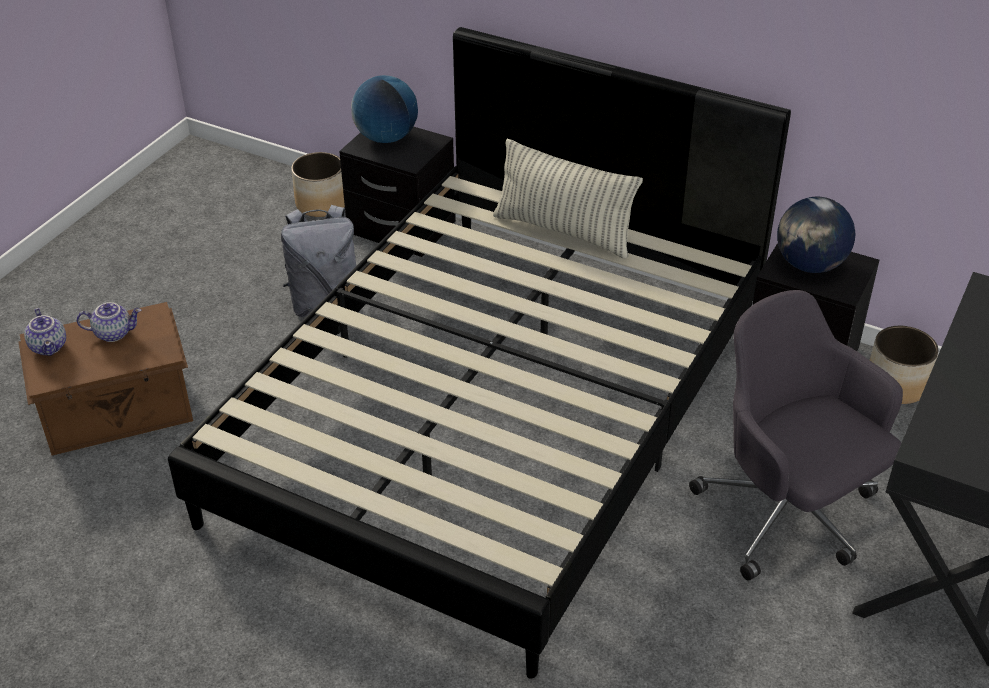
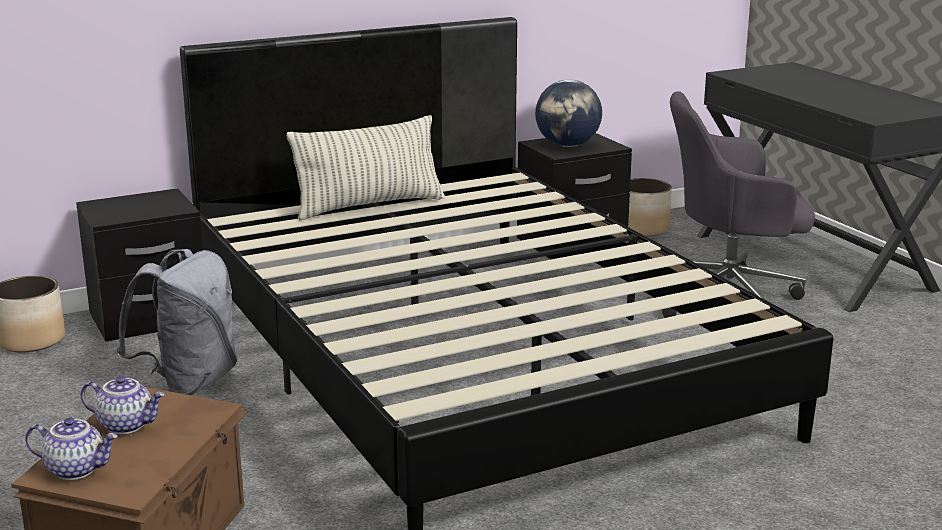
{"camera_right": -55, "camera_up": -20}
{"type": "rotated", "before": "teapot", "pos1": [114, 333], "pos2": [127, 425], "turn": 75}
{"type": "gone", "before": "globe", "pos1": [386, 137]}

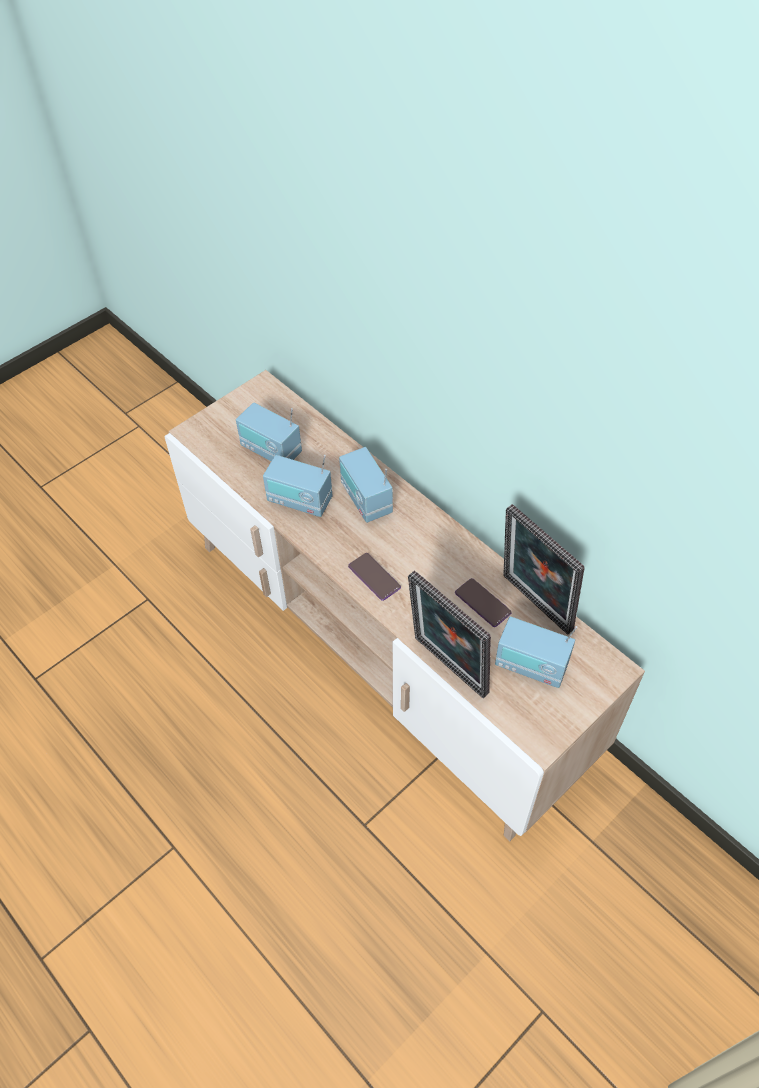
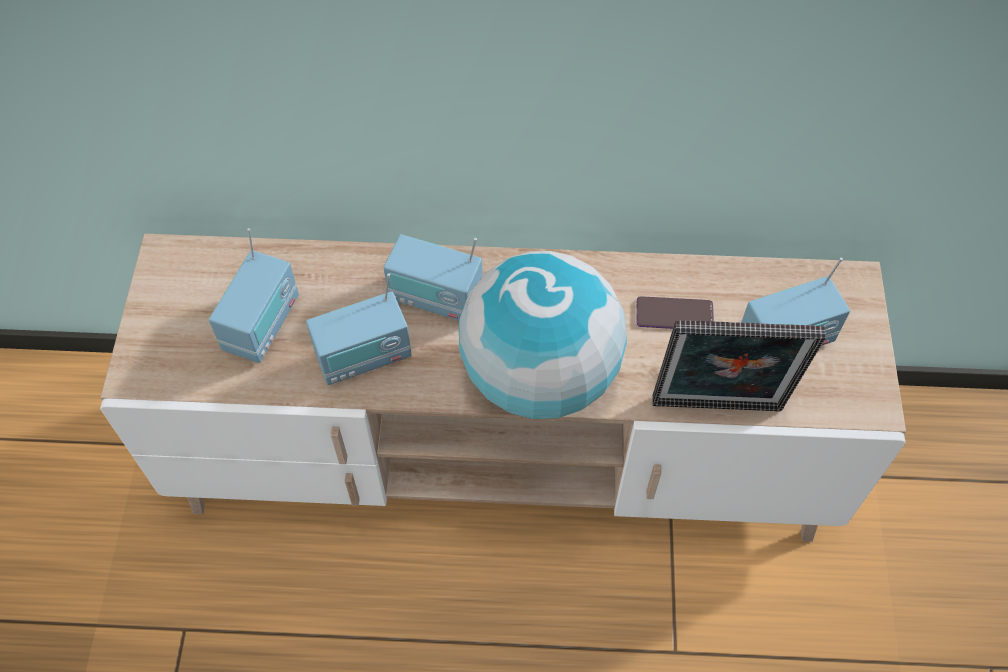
{"camera_right": -45, "camera_up": 5}
{"type": "rotated", "before": "radio", "pos1": [271, 451], "pos2": [263, 325], "turn": -60}
{"type": "swapped", "before": "phone", "after": "globe", "pos1": [374, 577], "pos2": [540, 376]}
{"type": "gone", "before": "standing frame", "pos1": [533, 605]}

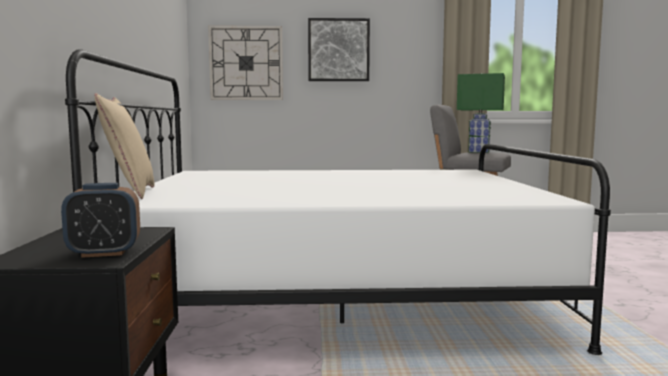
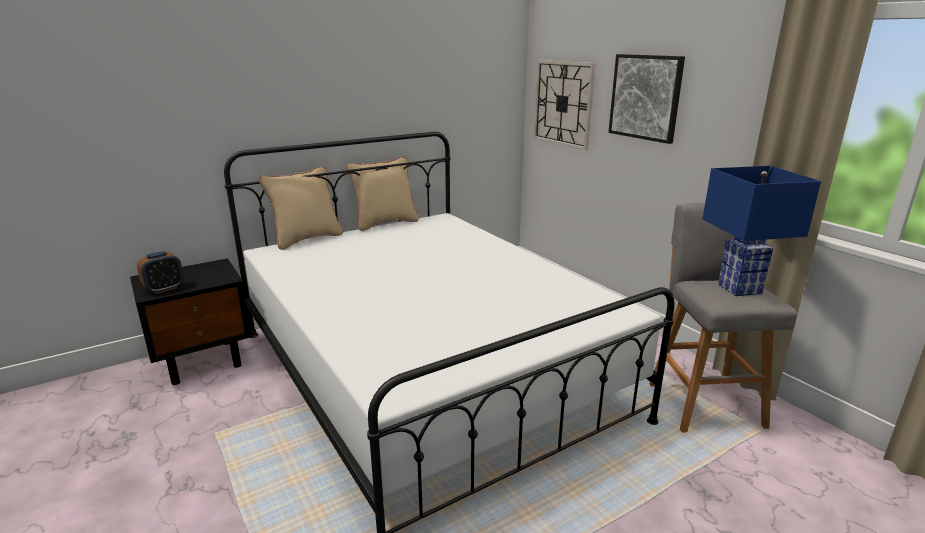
{"camera_right": 60, "camera_up": 15}
{"type": "rotated", "before": "alarm clock", "pos1": [104, 253], "pos2": [164, 289], "turn": -90}
{"type": "repainted", "before": "green lamp for a table", "after": "bluish lamp for a table", "pos1": [479, 152], "pos2": [739, 289]}
{"type": "new", "after": "beige throw pillow", "pos2": [385, 223]}

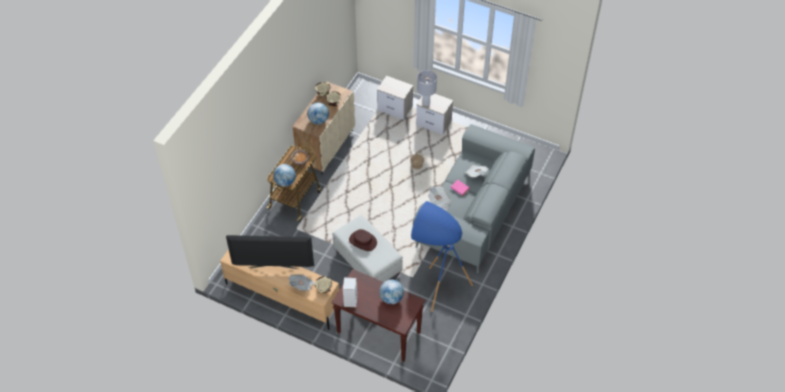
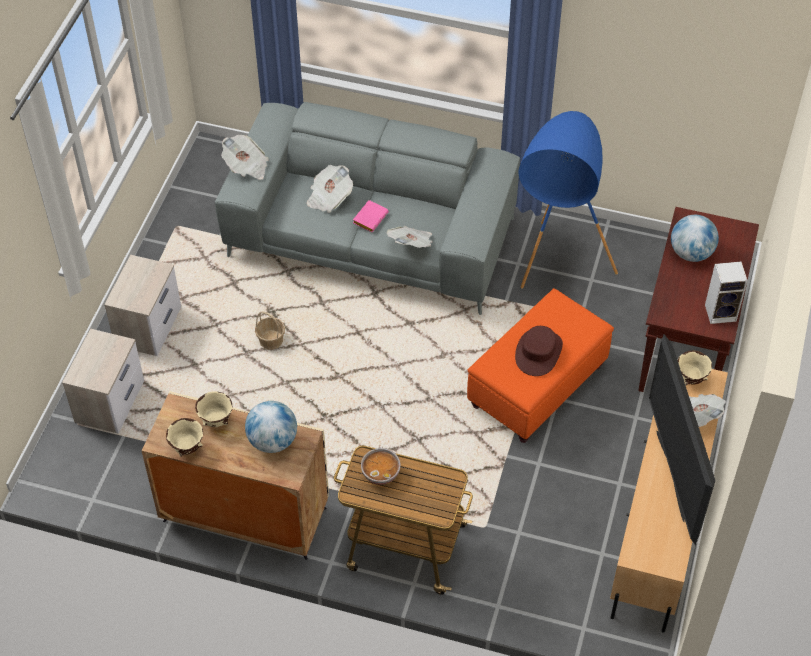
{"camera_right": -100, "camera_up": 0}
{"type": "gone", "before": "globe", "pos1": [285, 182]}
{"type": "repainted", "before": "white-coloured footrest", "after": "orange footrest", "pos1": [368, 263], "pos2": [537, 385]}
{"type": "gone", "before": "greyish lamp for a table", "pos1": [426, 103]}
{"type": "new", "after": "daily paper", "pos2": [246, 166]}

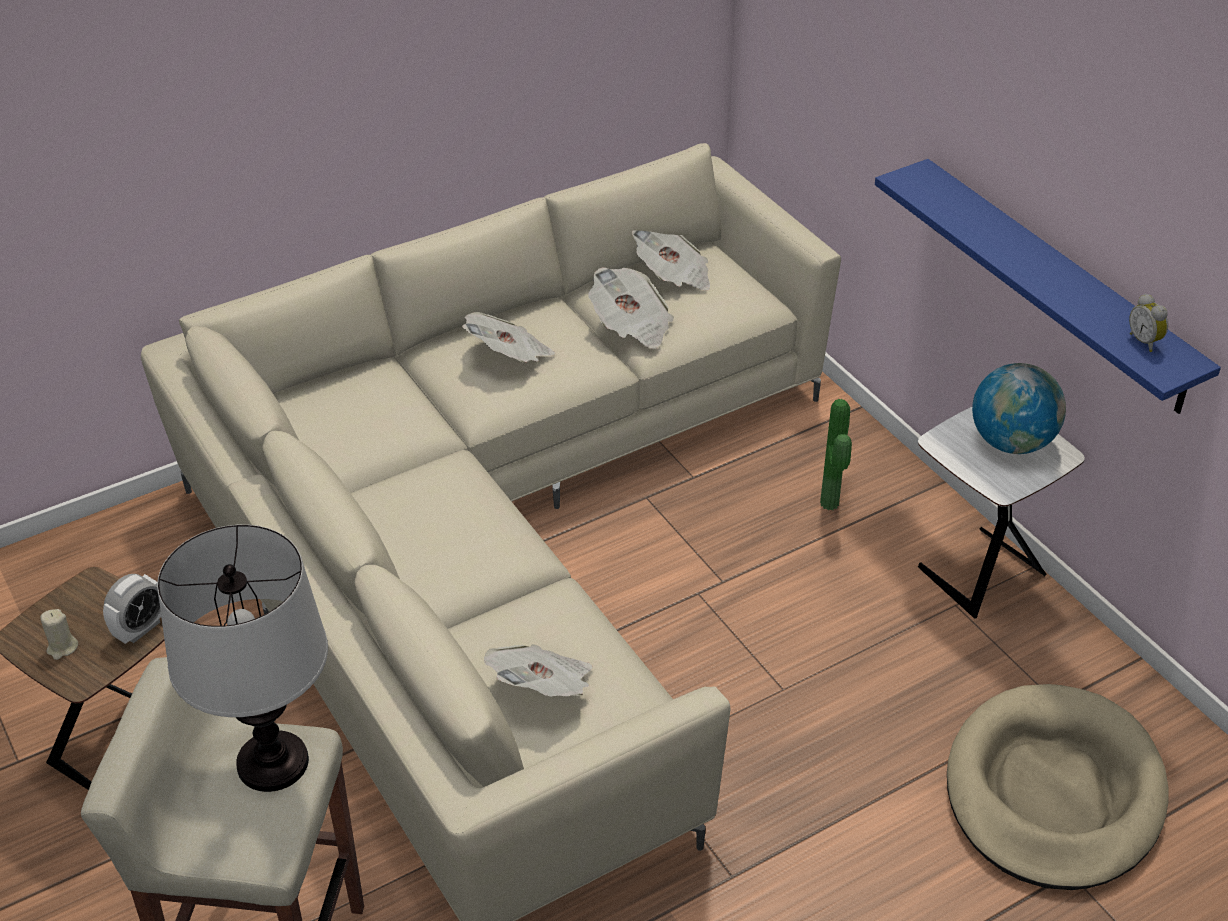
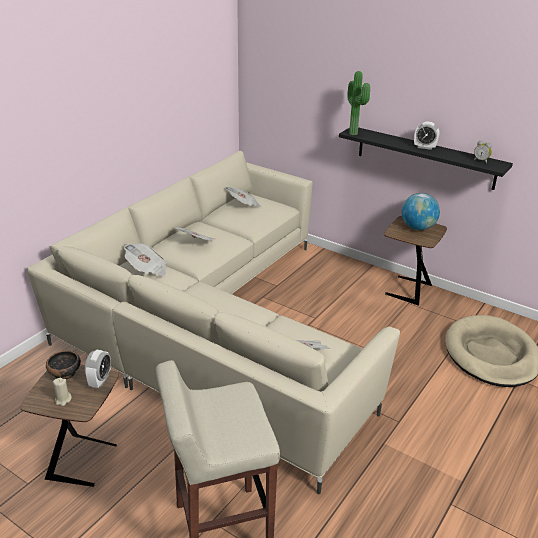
{"camera_right": -25, "camera_up": -10}
{"type": "gone", "before": "lamp for a table", "pos1": [273, 762]}
{"type": "shifted", "before": "daily paper", "pos1": [631, 326], "pos2": [147, 270]}
{"type": "shifted", "before": "plant in a pot", "pos1": [833, 503], "pos2": [354, 133]}
{"type": "repainted", "before": "bluish wall shelf", "after": "black wall shelf", "pos1": [1056, 285], "pos2": [425, 157]}
{"type": "repainted", "before": "white-coloured end table", "after": "brown-coloured end table", "pos1": [976, 571], "pos2": [406, 290]}
{"type": "new", "after": "deep dish", "pos2": [65, 373]}
{"type": "new", "after": "alarm clock", "pos2": [424, 147]}

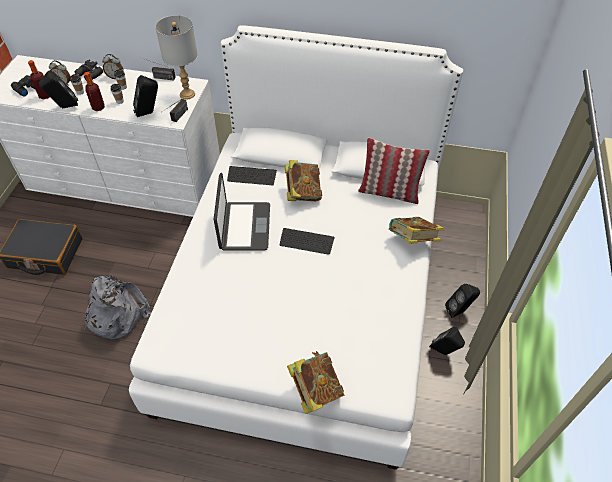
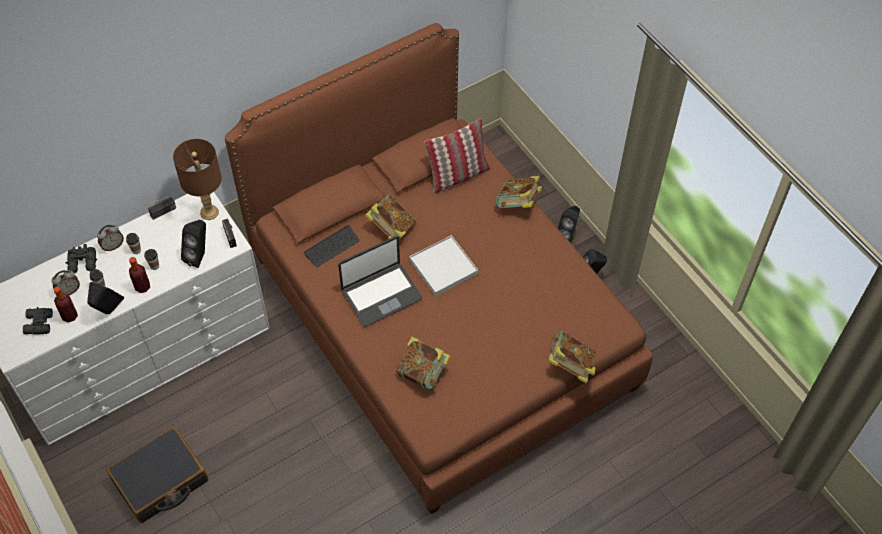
{"camera_right": -45, "camera_up": 5}
{"type": "gone", "before": "greyish rucksack", "pos1": [116, 313]}
{"type": "repainted", "before": "white-coloured bed", "after": "brown-coloured bed", "pos1": [305, 295], "pos2": [439, 320]}
{"type": "repainted", "before": "greyish lamp for a table", "after": "brown-coloured lamp for a table", "pos1": [187, 94], "pos2": [209, 212]}
{"type": "rotated", "before": "notebook computer", "pos1": [244, 227], "pos2": [381, 294], "turn": 105}
{"type": "swapped", "before": "PC keyboard", "after": "white-coloured carrying tray", "pos1": [306, 242], "pos2": [443, 267]}
{"type": "new", "after": "bound book", "pos2": [423, 372]}

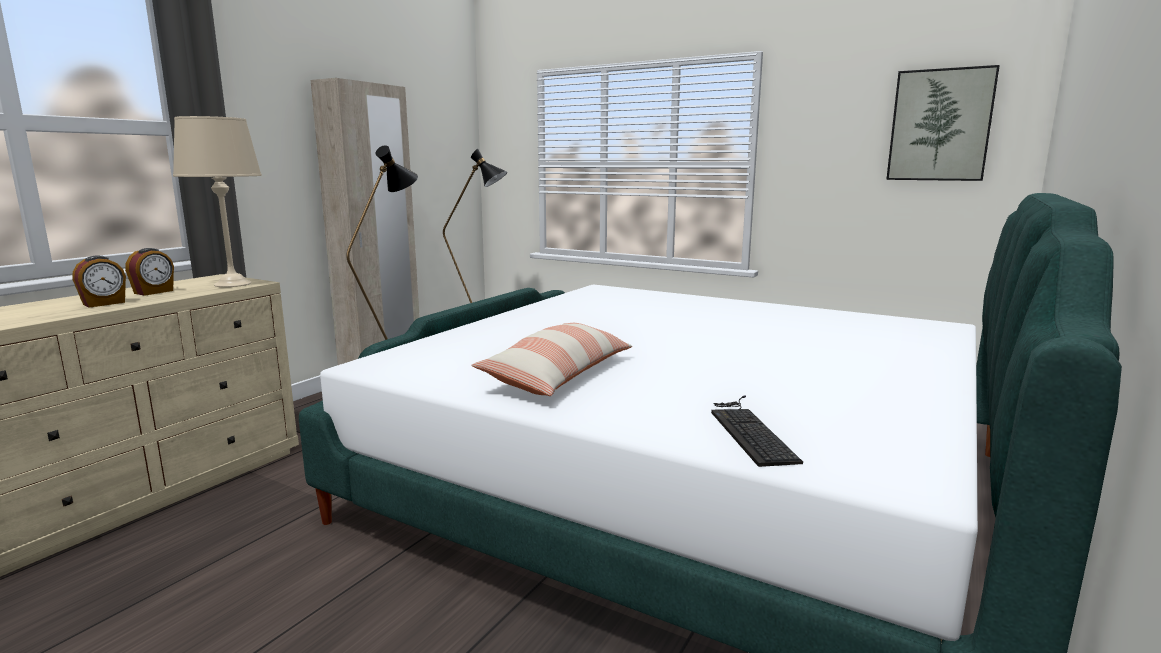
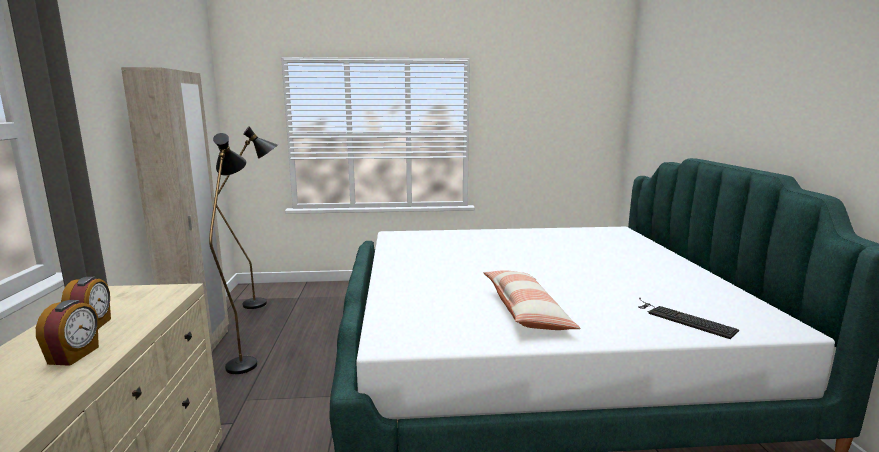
{"camera_right": -35, "camera_up": 0}
{"type": "gone", "before": "beige lamp for a table", "pos1": [232, 284]}
{"type": "gone", "before": "picture", "pos1": [940, 125]}

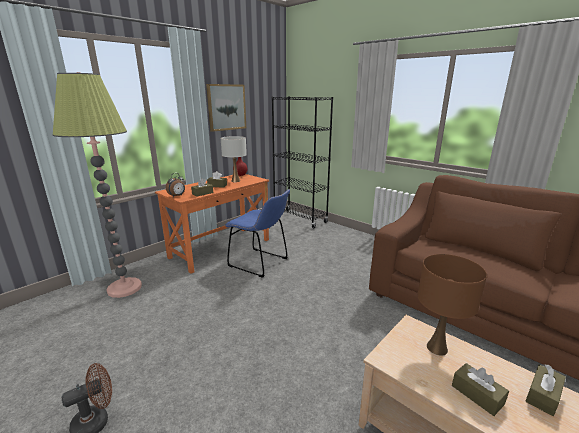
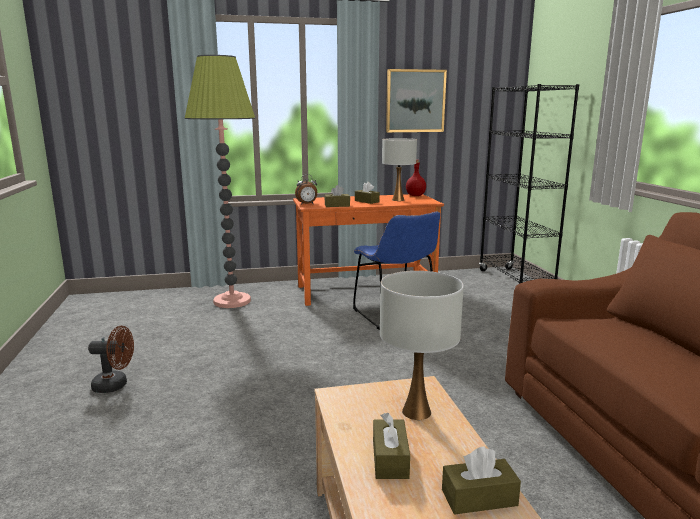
{"camera_right": 35, "camera_up": -5}
{"type": "repainted", "before": "brown-coloured lamp for a table", "after": "white-coloured lamp for a table", "pos1": [436, 348], "pos2": [416, 411]}

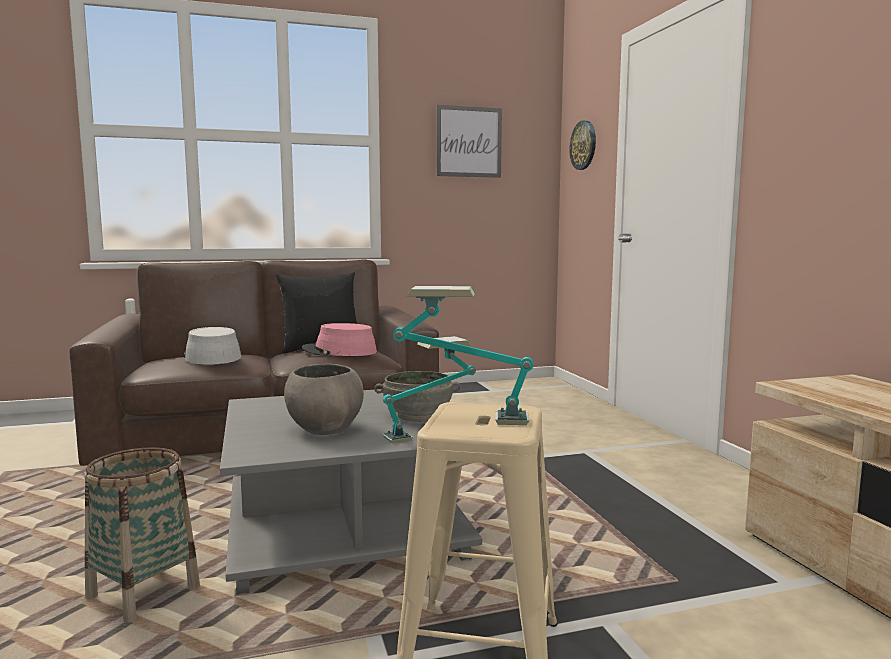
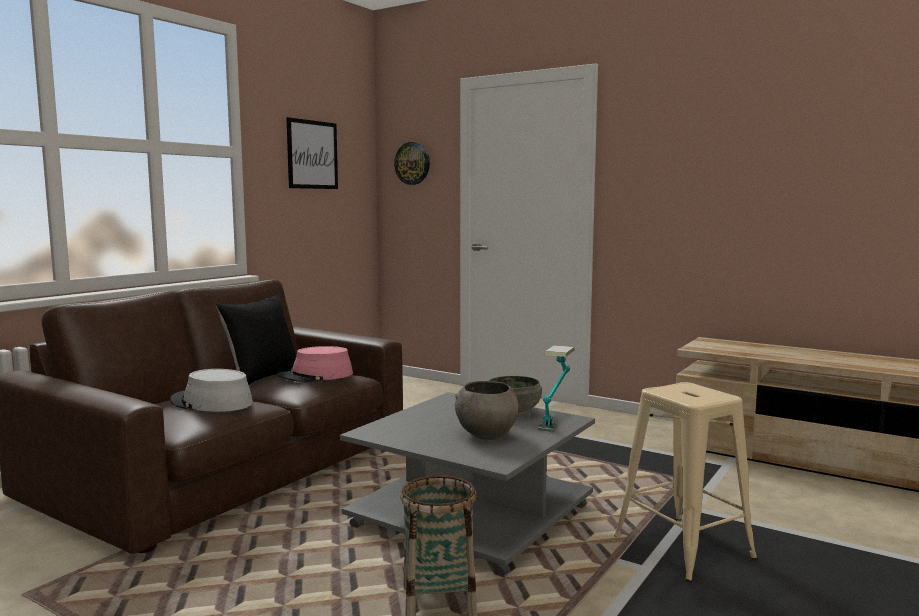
{"camera_right": -40, "camera_up": 0}
{"type": "gone", "before": "lamp for a table", "pos1": [462, 419]}

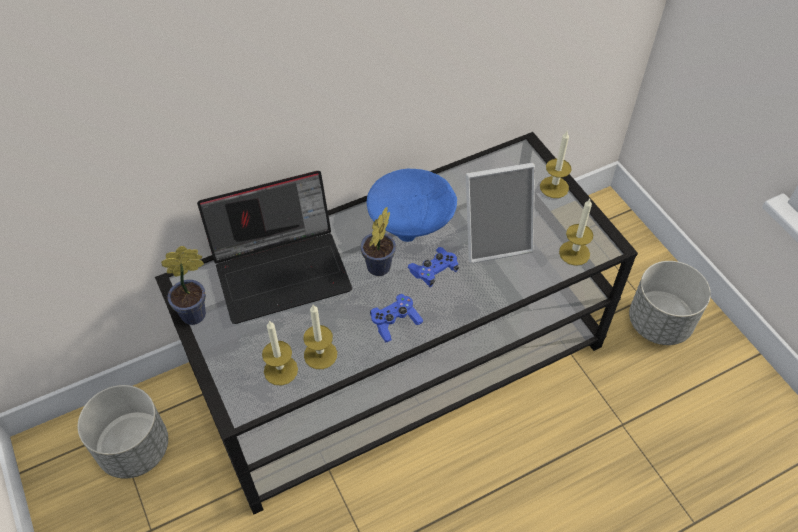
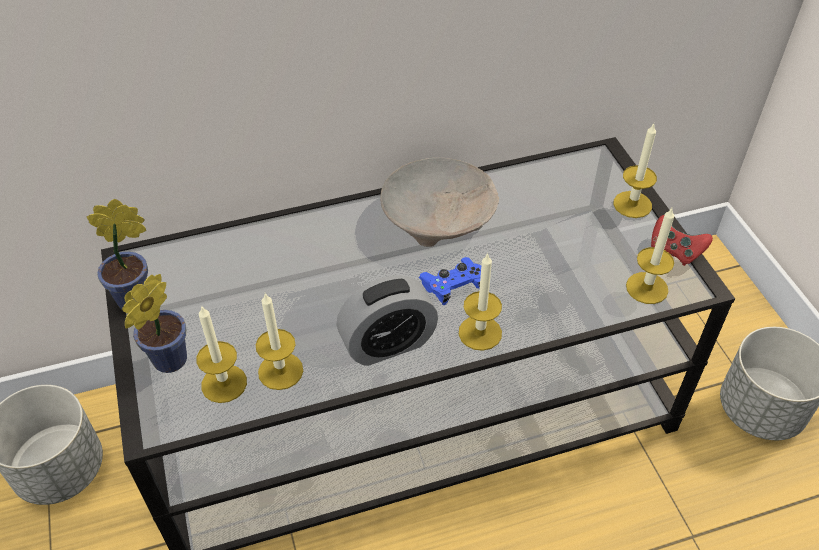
{"camera_right": 10, "camera_up": -5}
{"type": "gone", "before": "notebook computer", "pos1": [282, 269]}
{"type": "shifted", "before": "plant in a pot", "pos1": [377, 269], "pos2": [166, 363]}
{"type": "repainted", "before": "bluish deep dish", "after": "beige deep dish", "pos1": [410, 216], "pos2": [437, 217]}
{"type": "swapped", "before": "bluish joypad", "after": "alarm clock", "pos1": [395, 322], "pos2": [388, 344]}
{"type": "gone", "before": "standing frame", "pos1": [495, 240]}
{"type": "new", "after": "wax light", "pos2": [480, 333]}
{"type": "new", "after": "reddish joypad", "pos2": [674, 251]}

